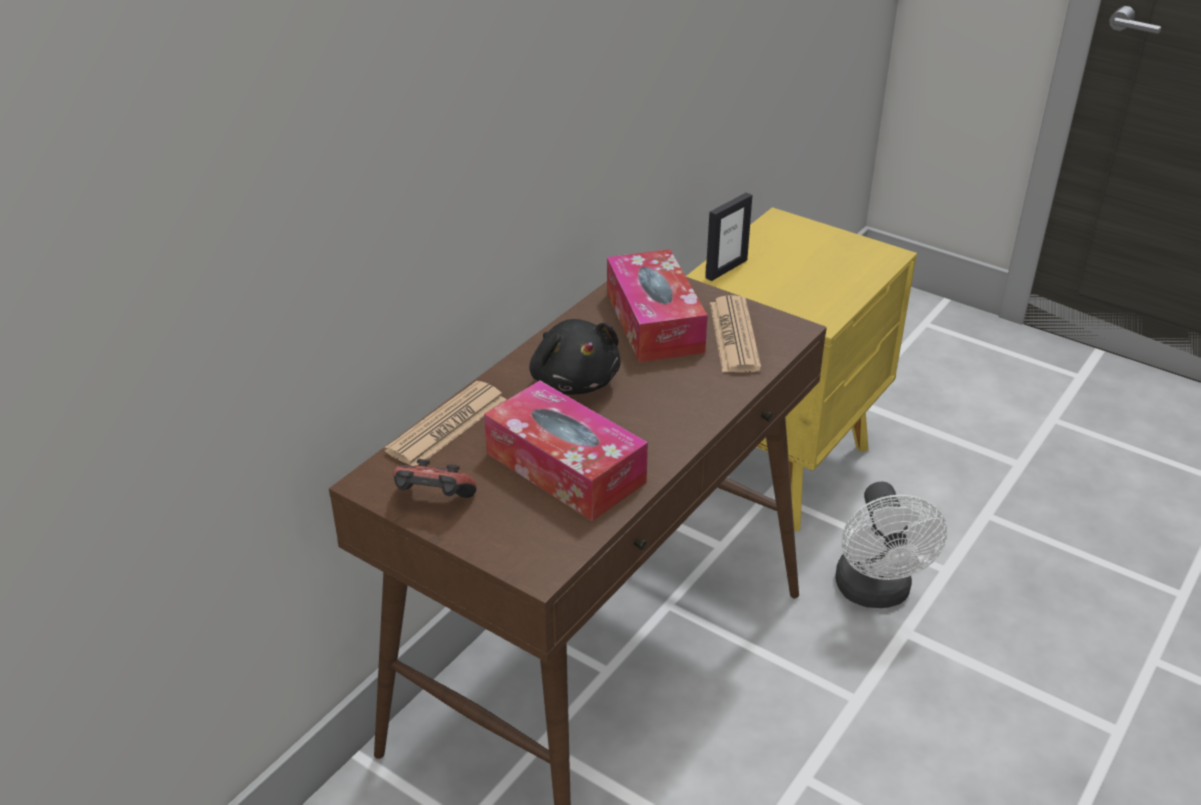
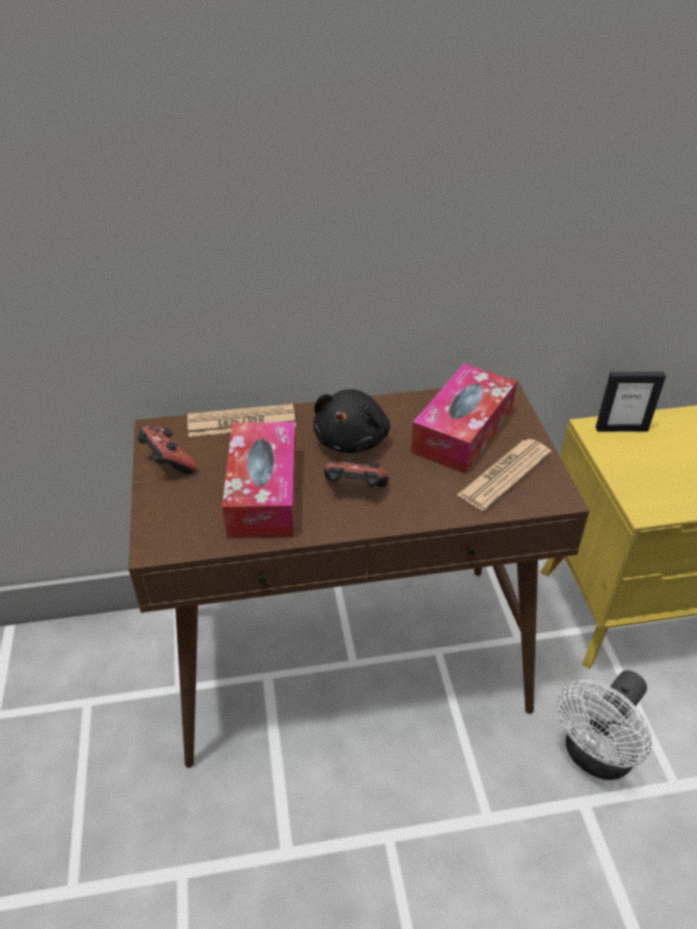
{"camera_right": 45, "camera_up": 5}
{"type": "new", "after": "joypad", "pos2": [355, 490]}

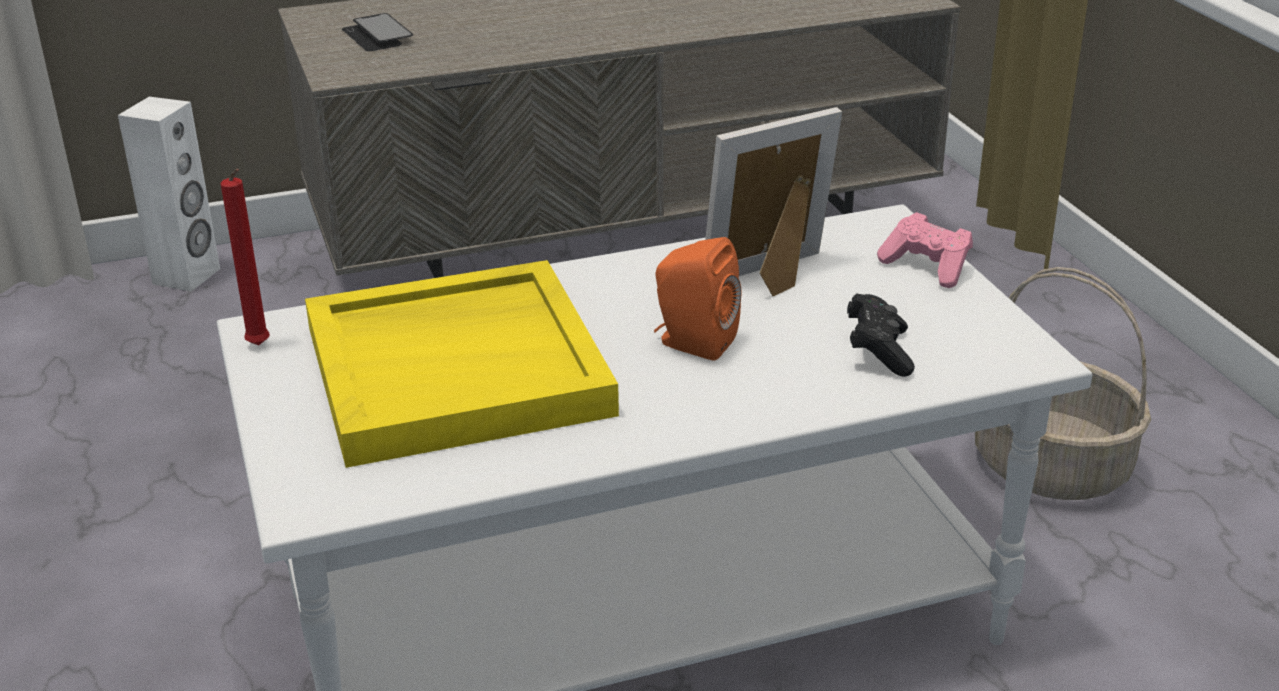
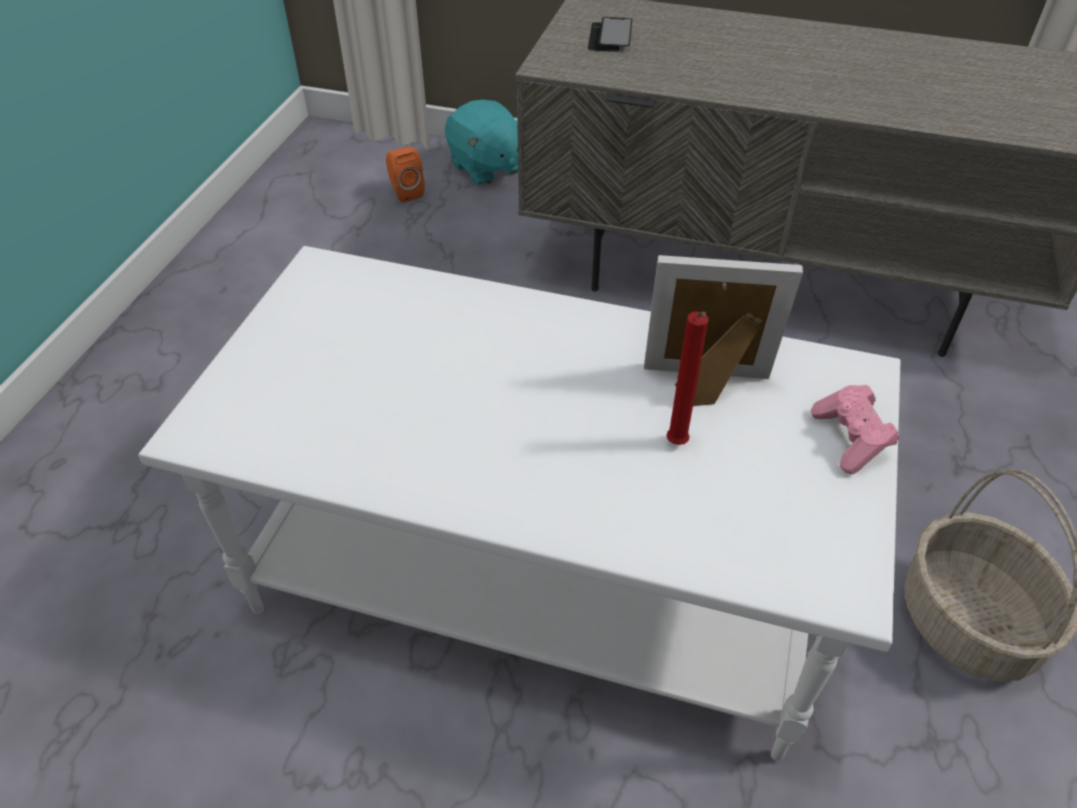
{"camera_right": 35, "camera_up": 15}
{"type": "swapped", "before": "white-coloured loudspeaker", "after": "turquoise-coloured plush toy", "pos1": [187, 276], "pos2": [487, 167]}
{"type": "shifted", "before": "reddish wax light", "pos1": [260, 347], "pos2": [677, 445]}
{"type": "gone", "before": "yellow-coloured carrying tray", "pos1": [458, 368]}
{"type": "shifted", "before": "orange loudspeaker", "pos1": [692, 343], "pos2": [405, 192]}
{"type": "gone", "before": "black joypad", "pos1": [878, 351]}

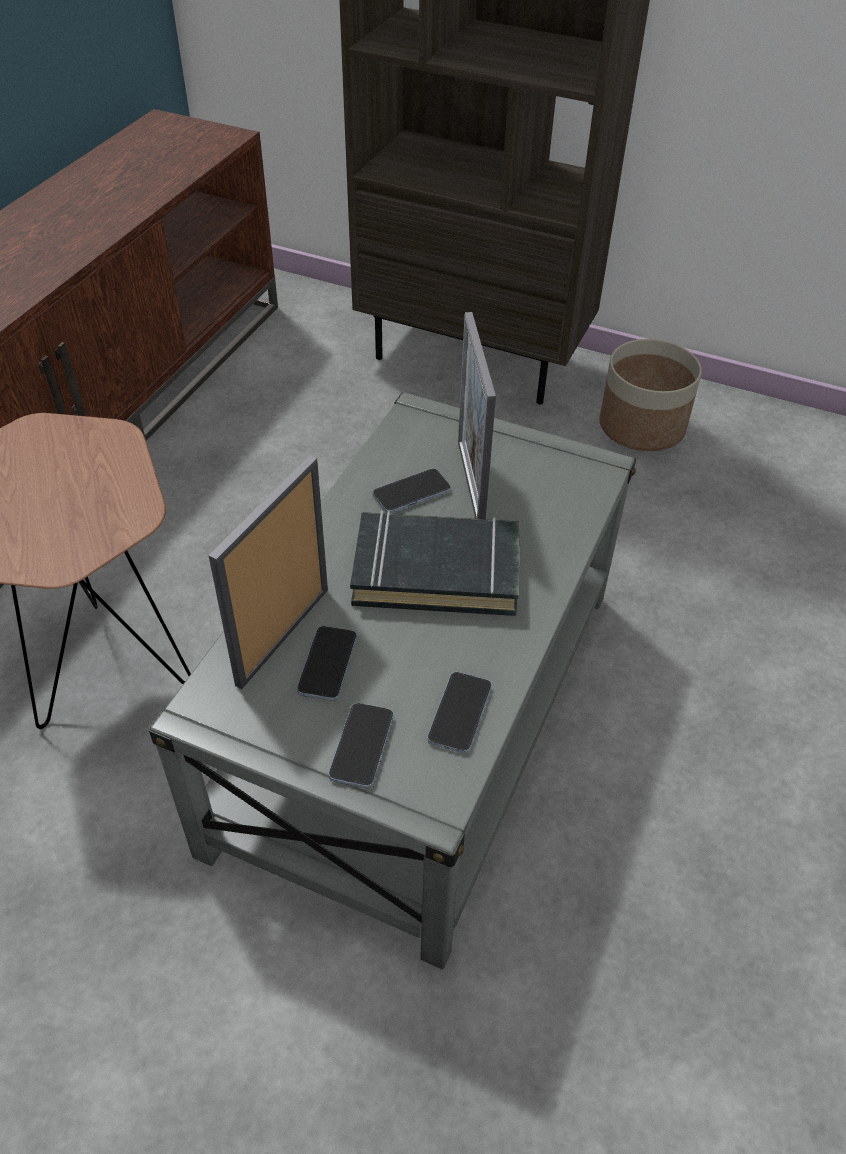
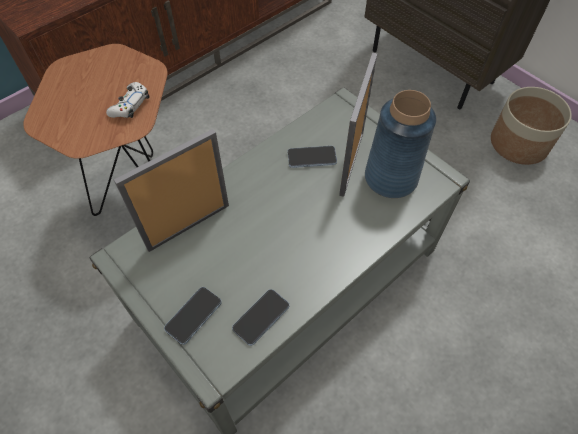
{"camera_right": 25, "camera_up": 10}
{"type": "gone", "before": "phone", "pos1": [327, 664]}
{"type": "gone", "before": "black bound book", "pos1": [436, 572]}
{"type": "new", "after": "white-coloured joypad", "pos2": [130, 105]}
{"type": "new", "after": "bluish flower vase", "pos2": [390, 178]}

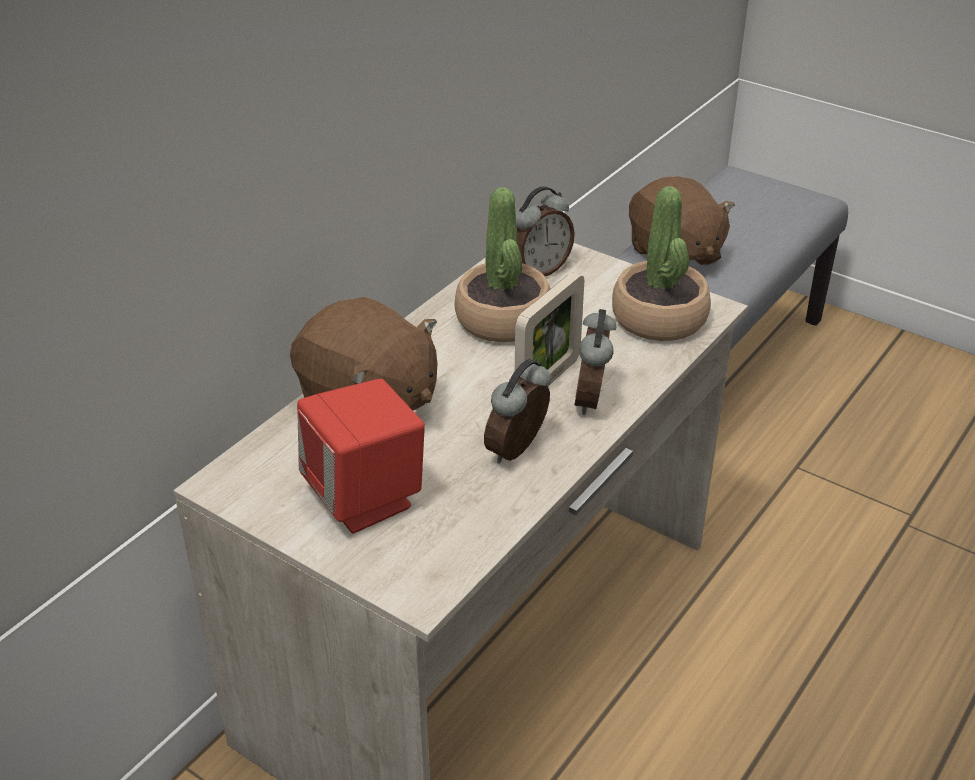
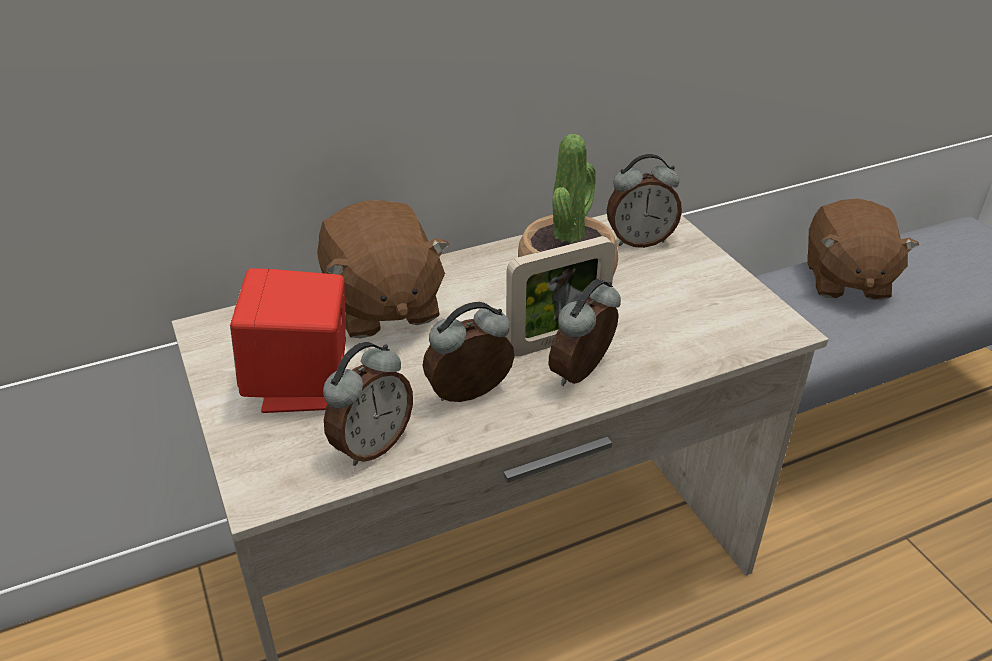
{"camera_right": 30, "camera_up": 0}
{"type": "gone", "before": "plant in a pot", "pos1": [659, 318]}
{"type": "new", "after": "alarm clock", "pos2": [371, 445]}

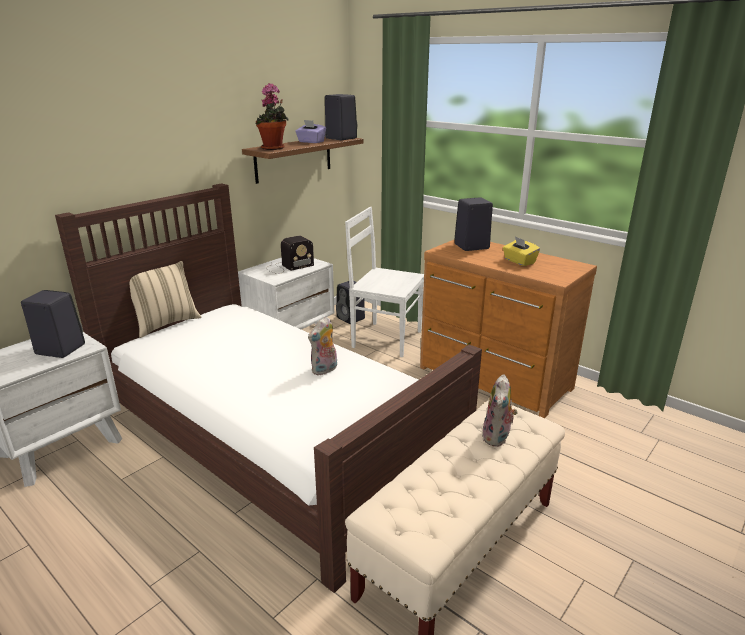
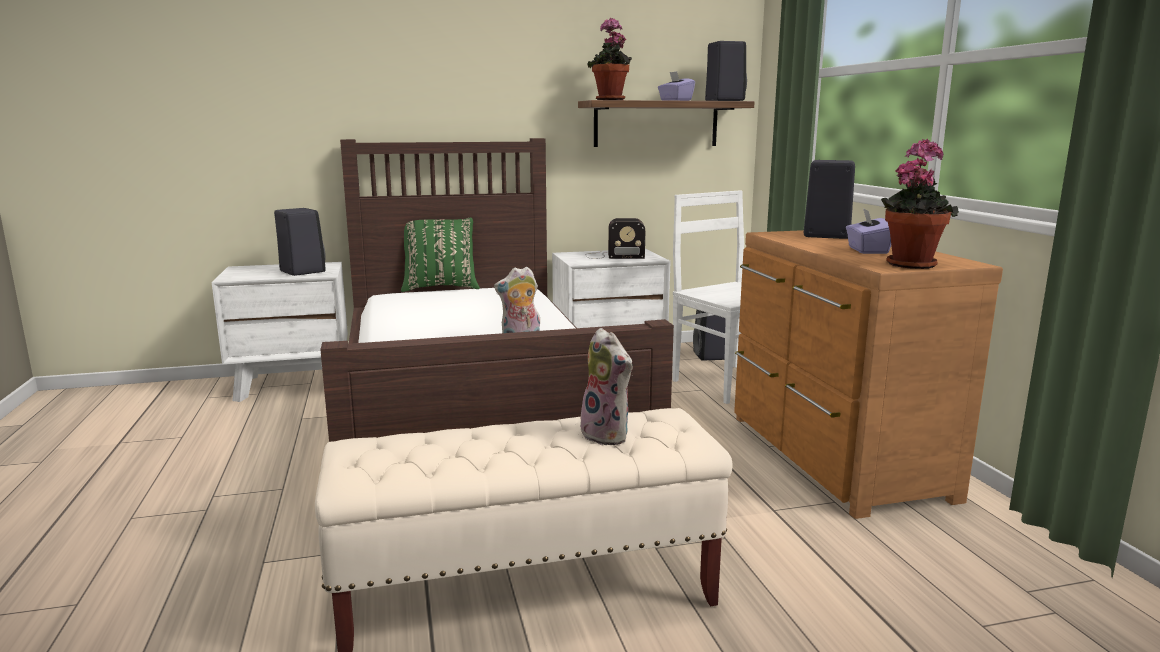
{"camera_right": 35, "camera_up": -10}
{"type": "repainted", "before": "beige throw pillow", "after": "green throw pillow", "pos1": [166, 323], "pos2": [440, 287]}
{"type": "rotated", "before": "plush toy", "pos1": [497, 438], "pos2": [608, 435], "turn": -90}
{"type": "repainted", "before": "yellow-coloured tissue box", "after": "purple tissue box", "pos1": [519, 261], "pos2": [867, 250]}
{"type": "new", "after": "plant in a pot", "pos2": [910, 264]}

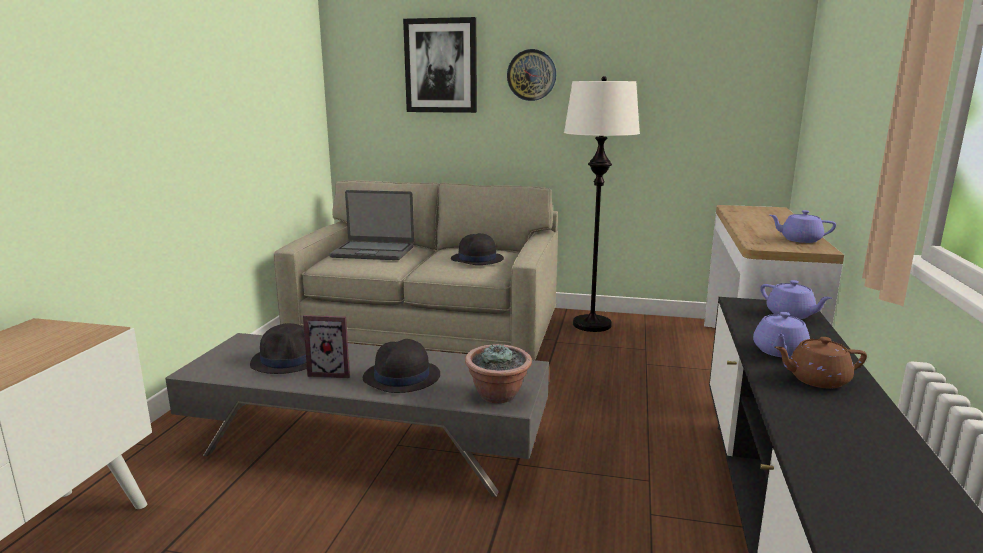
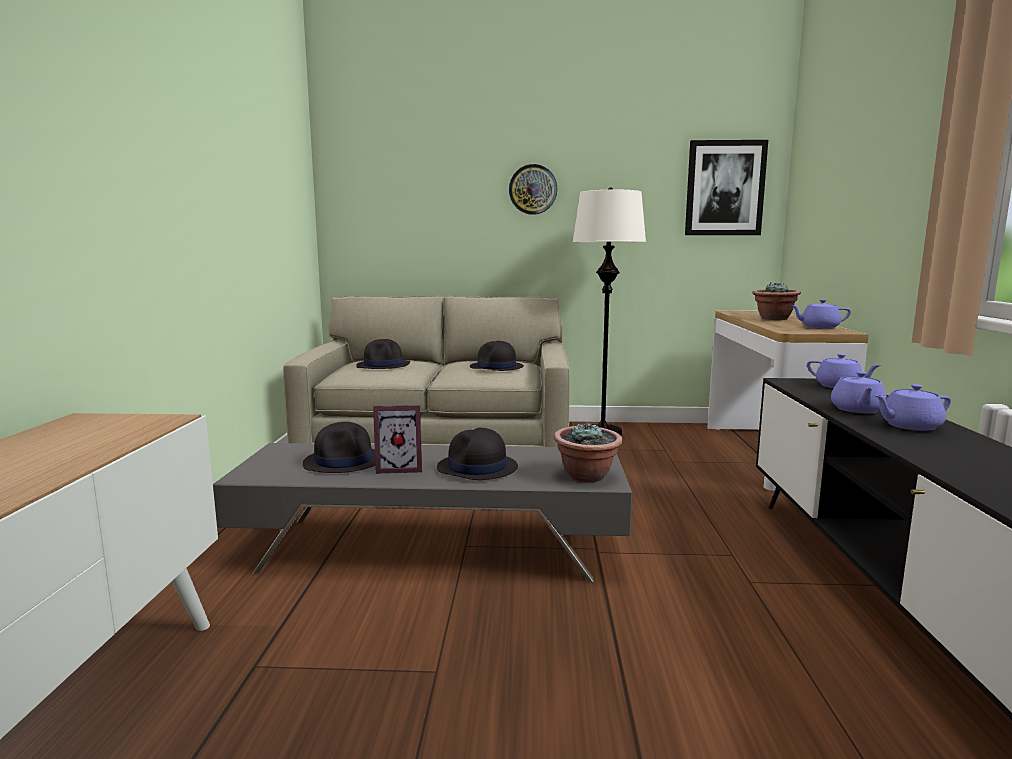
{"camera_right": -10, "camera_up": -5}
{"type": "swapped", "before": "notebook computer", "after": "black wearable hat", "pos1": [373, 252], "pos2": [384, 365]}
{"type": "shifted", "before": "picture", "pos1": [441, 66], "pos2": [725, 188]}
{"type": "repainted", "before": "brown-coloured teapot", "after": "purple teapot", "pos1": [816, 380], "pos2": [909, 426]}
{"type": "new", "after": "plant in a pot", "pos2": [774, 319]}

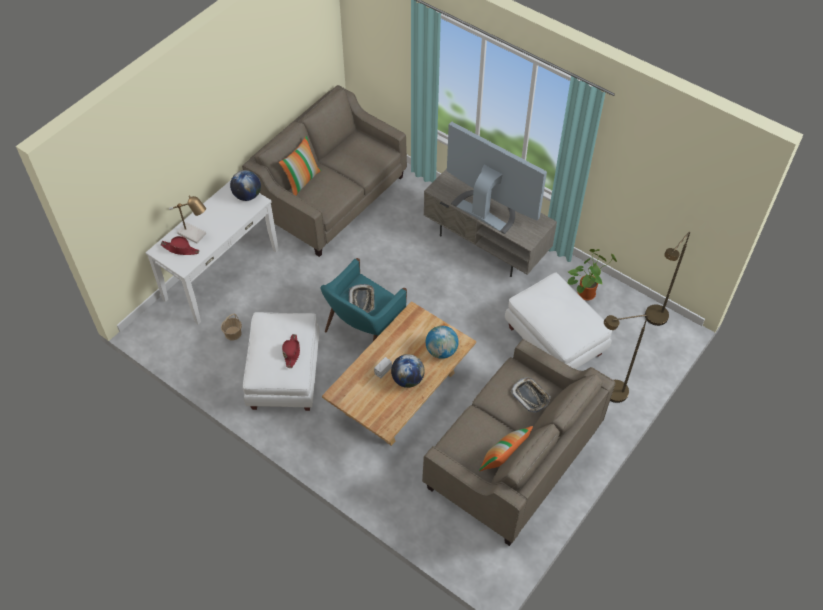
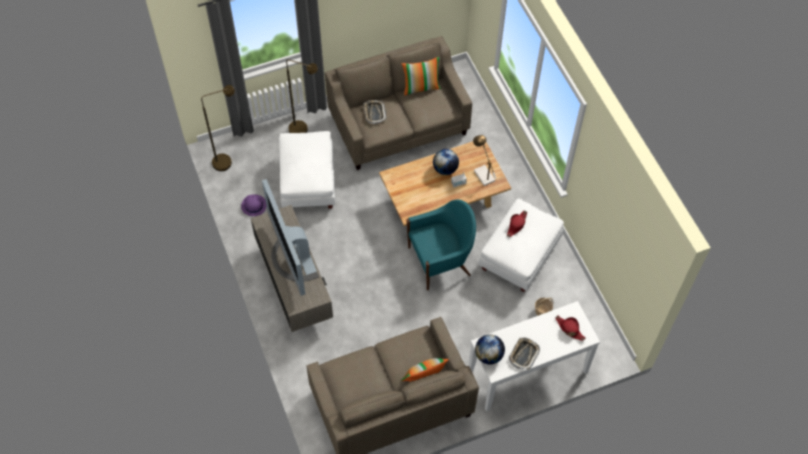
{"camera_right": -150, "camera_up": 5}
{"type": "shifted", "before": "lamp for a table", "pos1": [195, 235], "pos2": [482, 173]}
{"type": "shifted", "before": "carrying tray", "pos1": [362, 301], "pos2": [523, 354]}
{"type": "gone", "before": "globe", "pos1": [441, 351]}
{"type": "swapped", "before": "plant in a pot", "after": "purple wearable hat", "pos1": [586, 292], "pos2": [253, 205]}

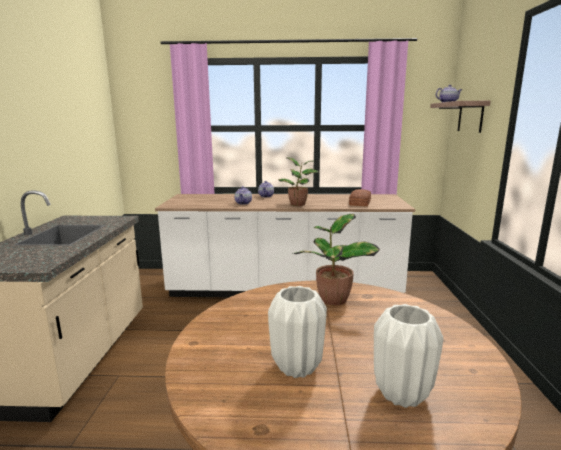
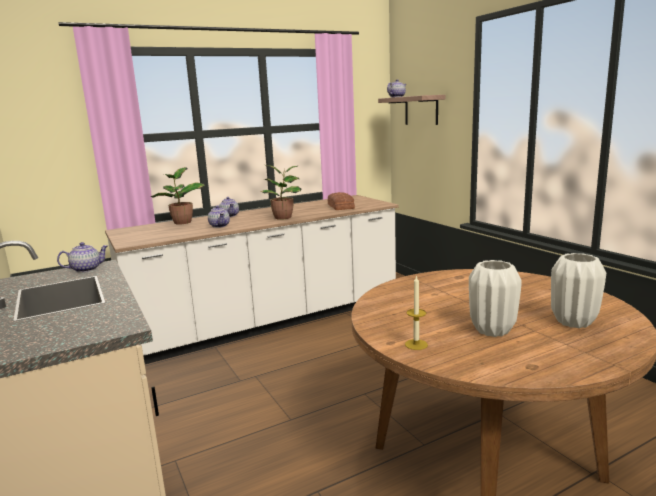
{"camera_right": -30, "camera_up": 0}
{"type": "shifted", "before": "plant in a pot", "pos1": [332, 300], "pos2": [182, 223]}
{"type": "new", "after": "teapot", "pos2": [86, 269]}
{"type": "new", "after": "wax light", "pos2": [416, 344]}

